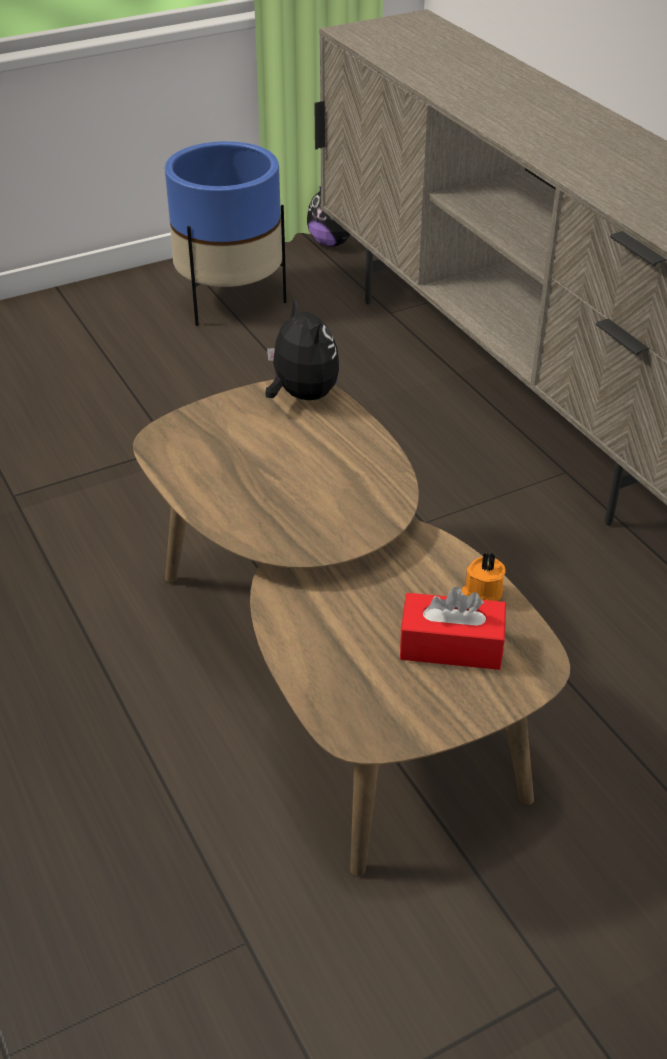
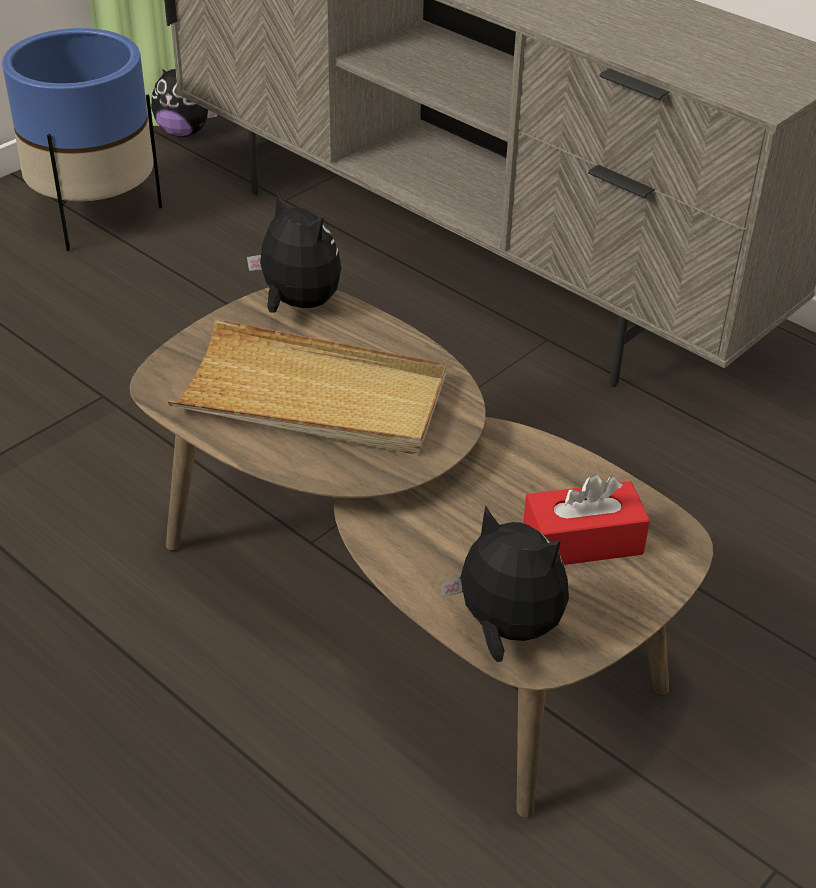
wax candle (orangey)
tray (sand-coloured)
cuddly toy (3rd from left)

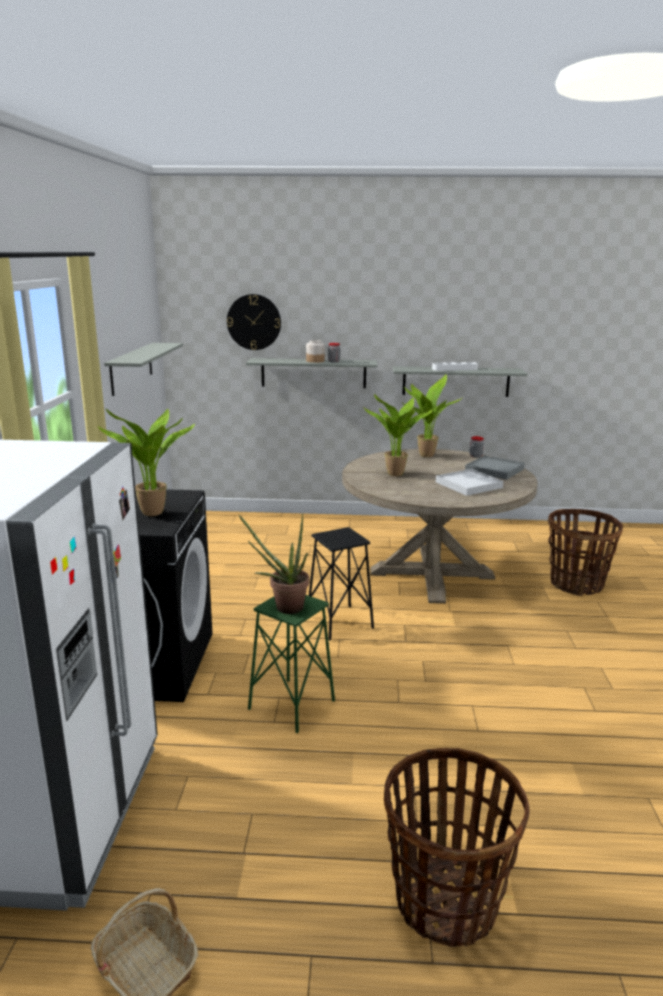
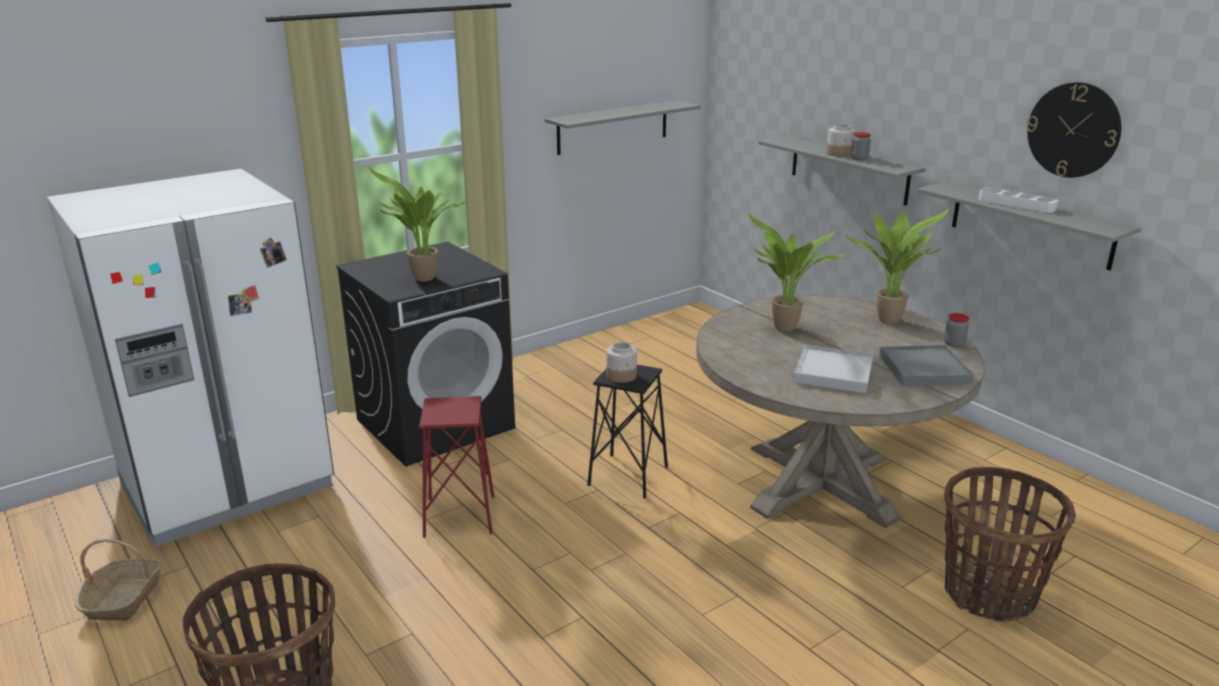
wall clock
plant in a pot (2nd from left in the first image)
stool (red-coloured)
jar (1st from left)

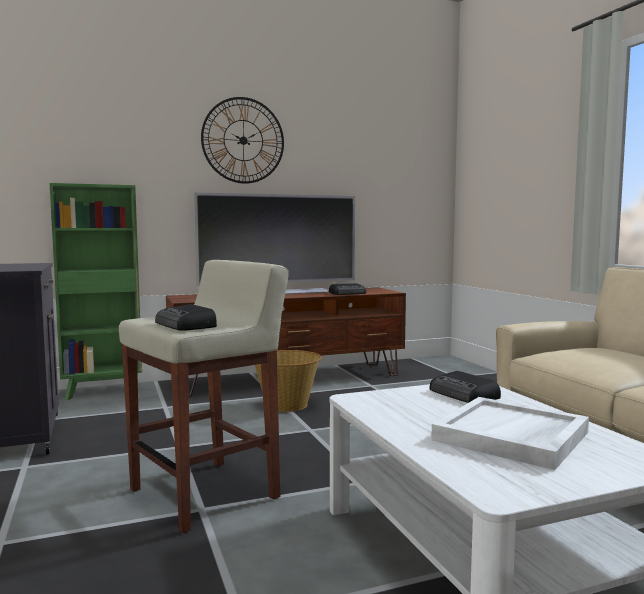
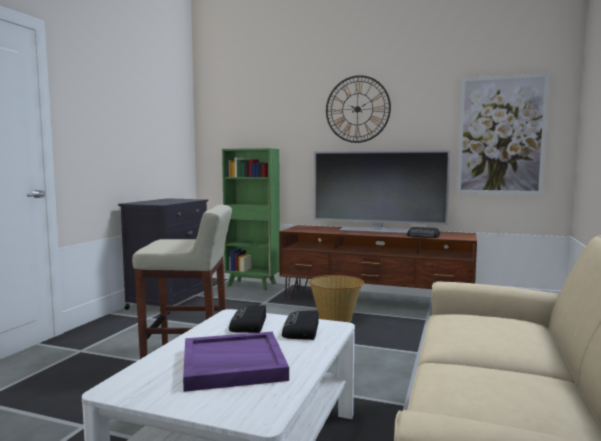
radio set (1st from left)
tray (purple-coloured)
picture

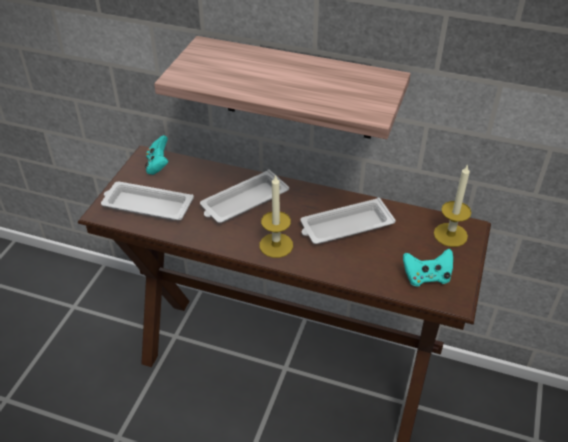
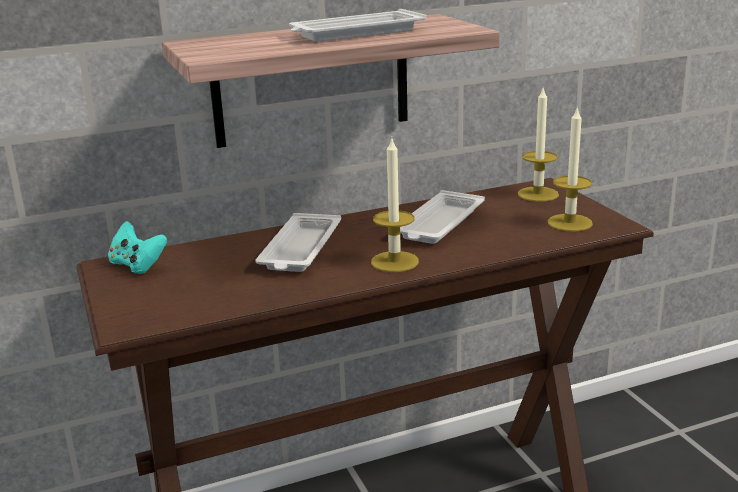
tray (whitish) (2nd from left)
wax candle (3rd from left)

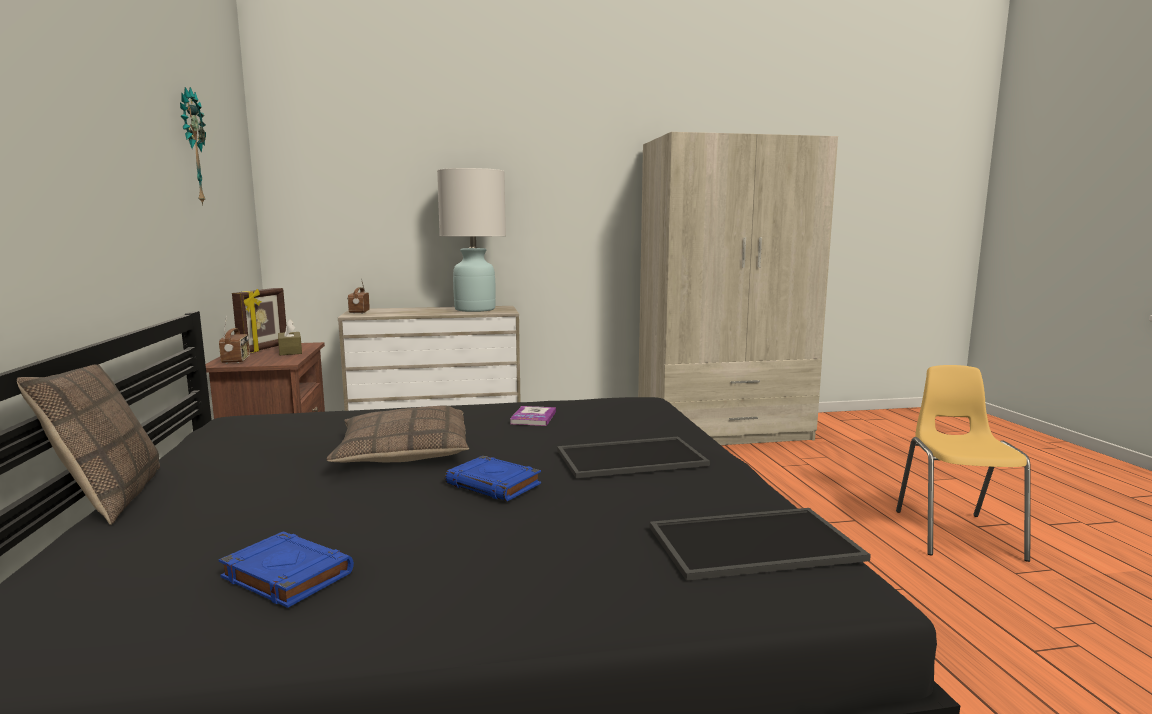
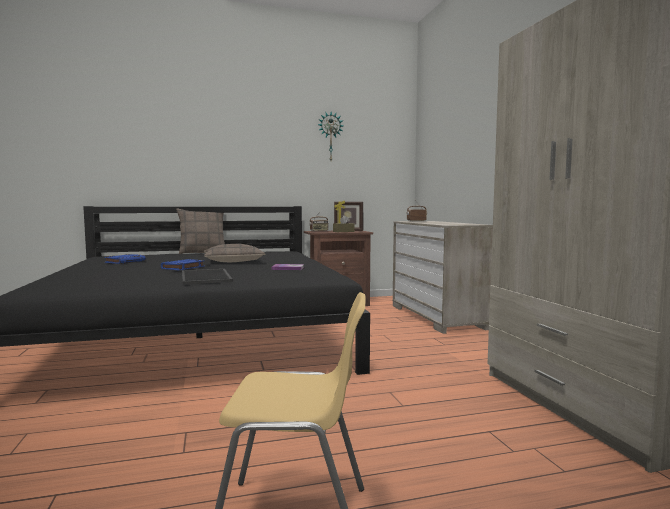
table lamp (whitish)
tray (2nd from left in the first image)

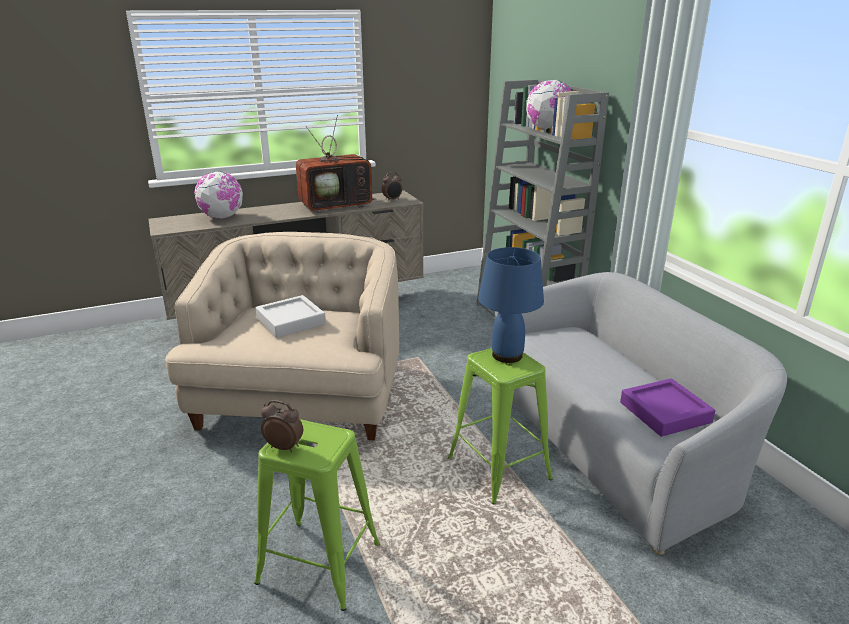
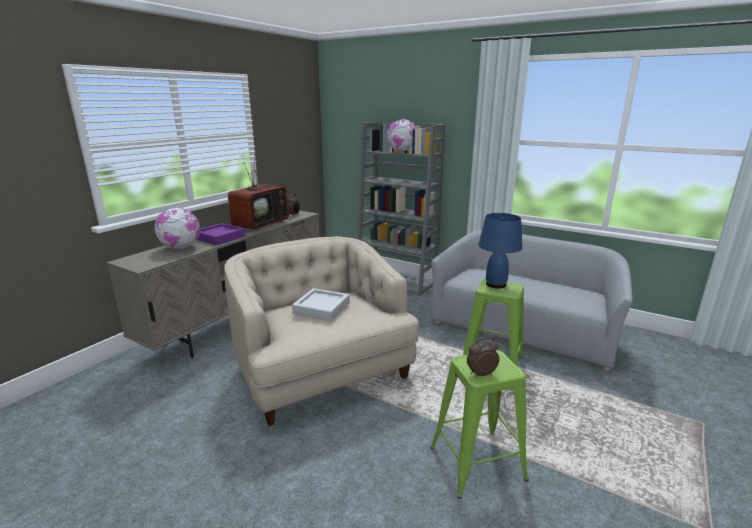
tray (purple-coloured)

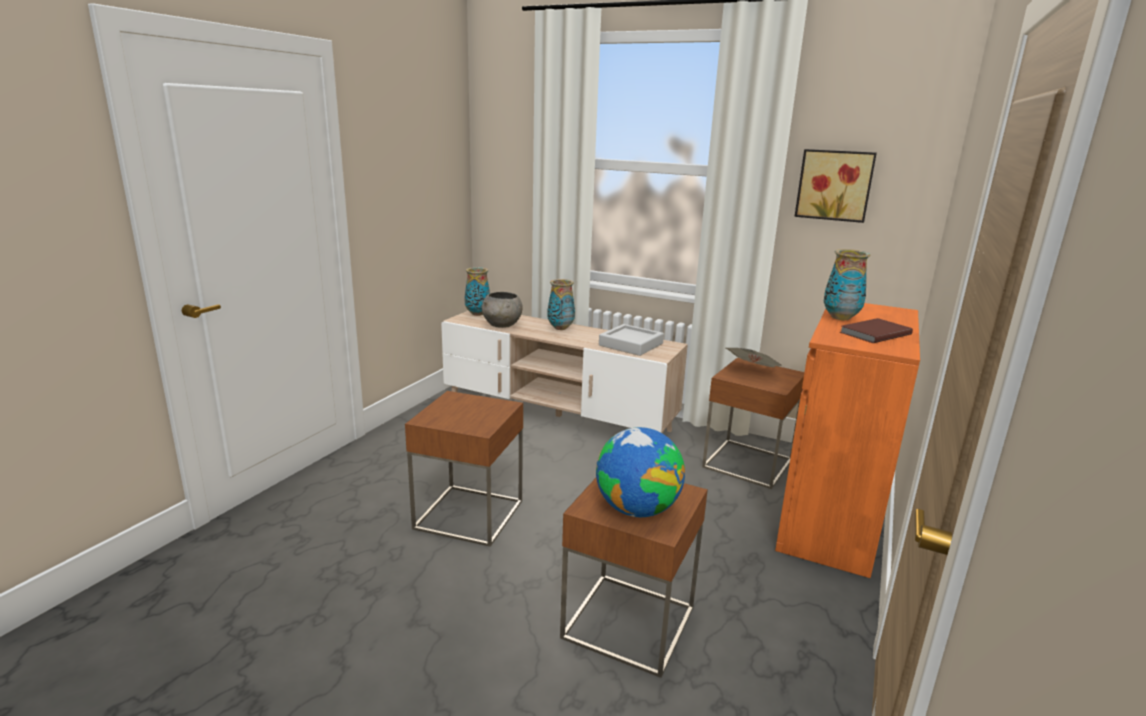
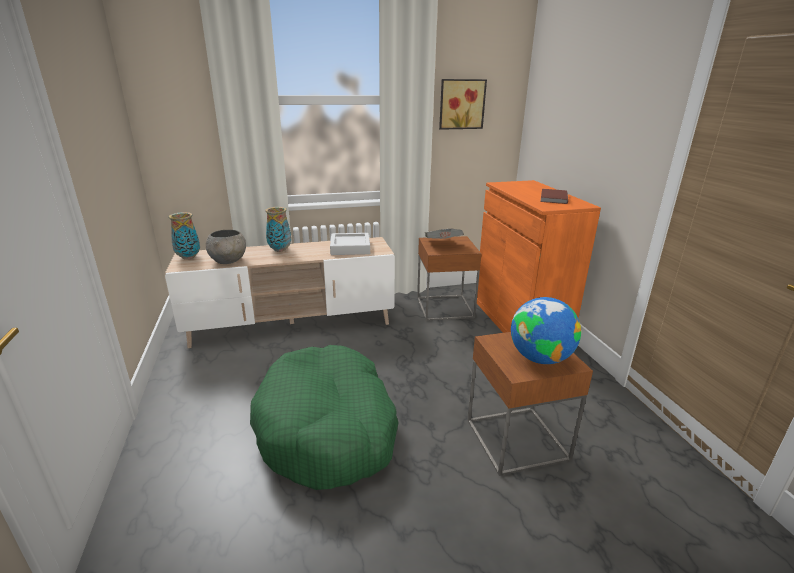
pet bed (greenish)
flower vase (3rd from left in the first image)

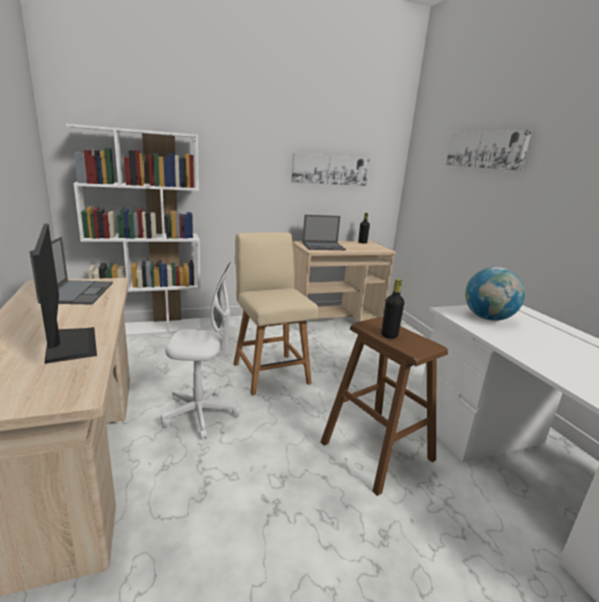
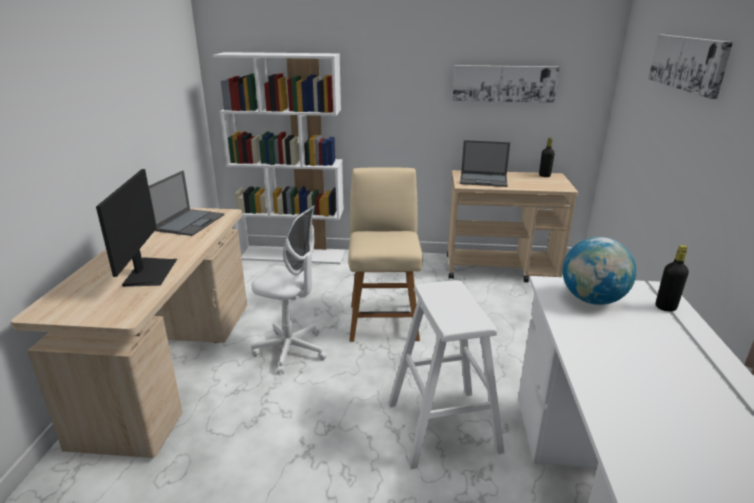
stool (whitish)
bottle (blackish) (2nd from left)

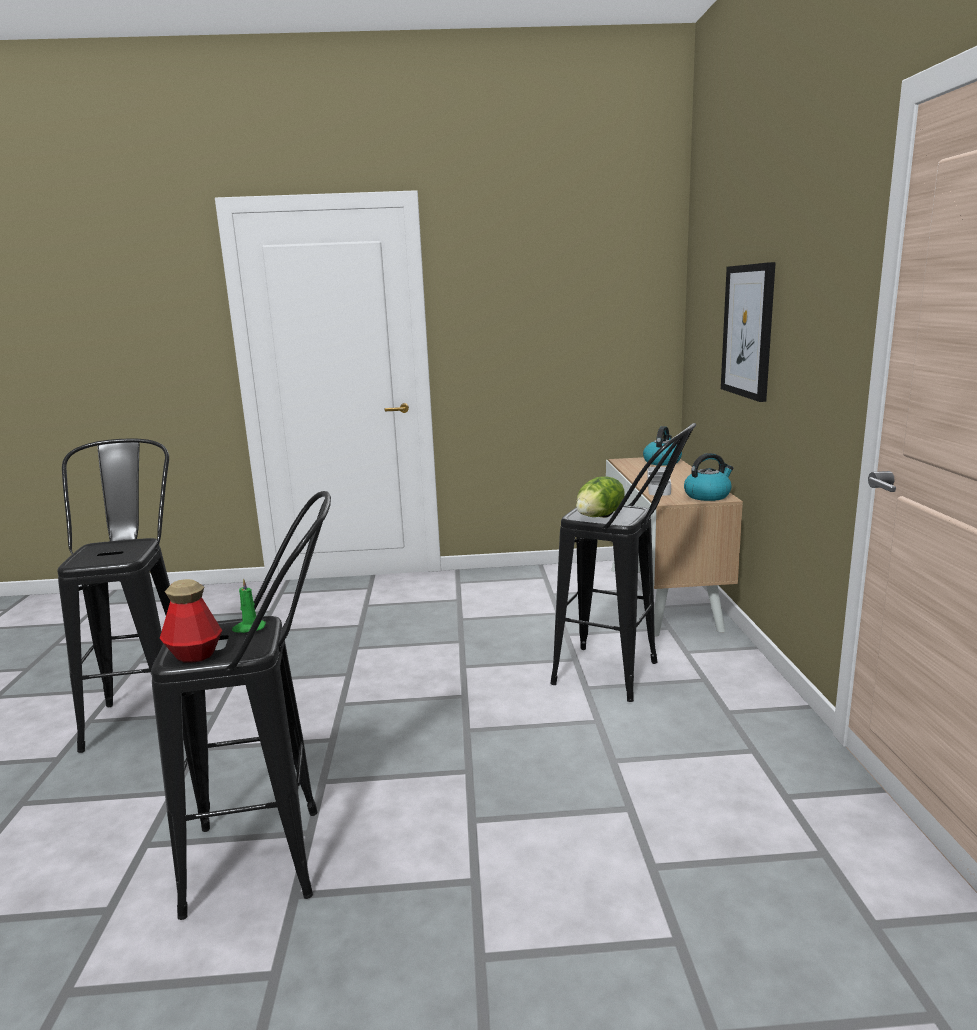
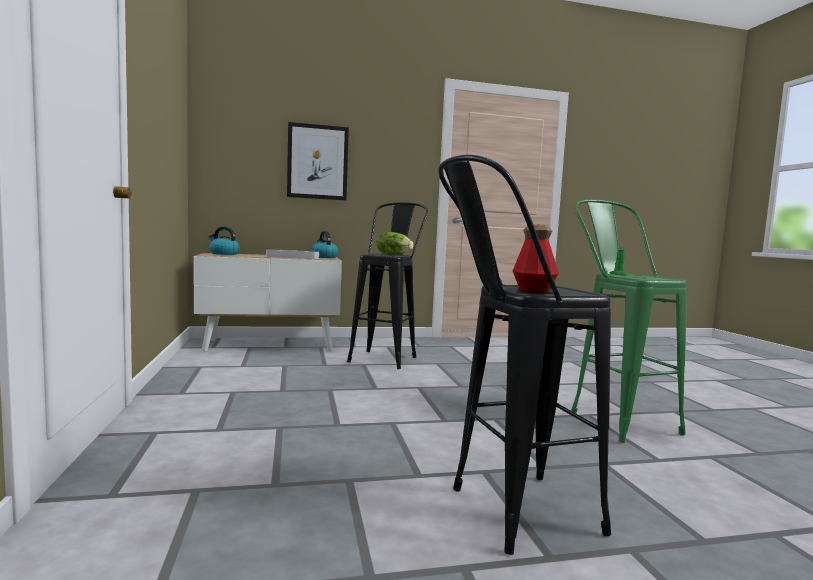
stool (greenish)
bottle

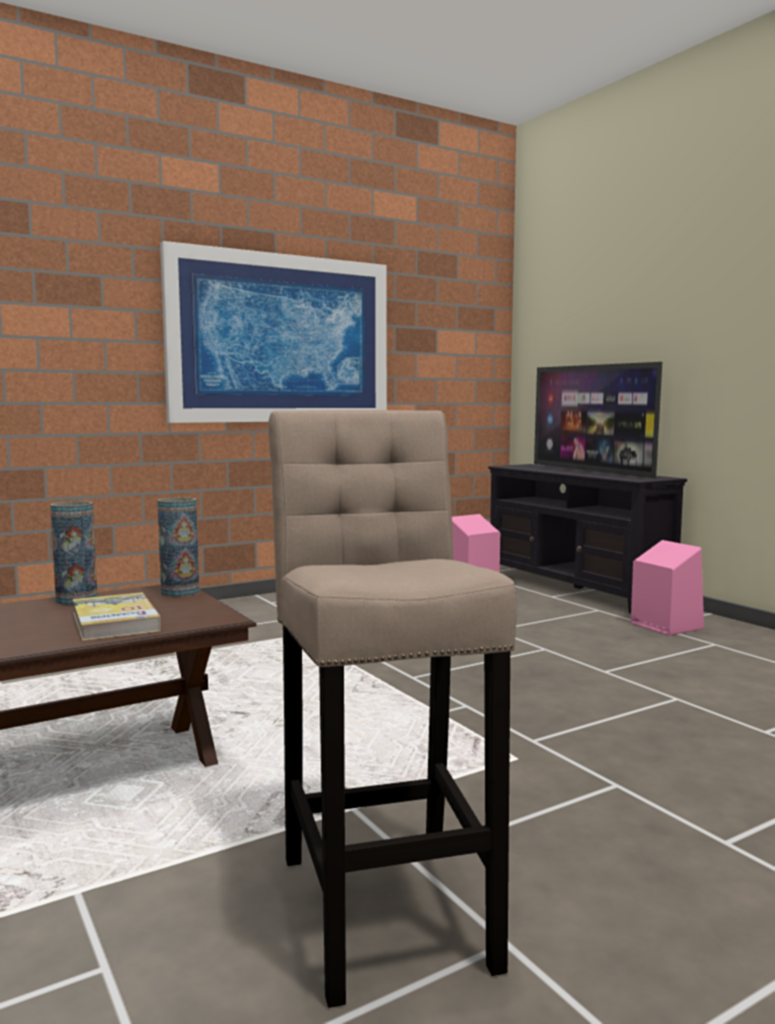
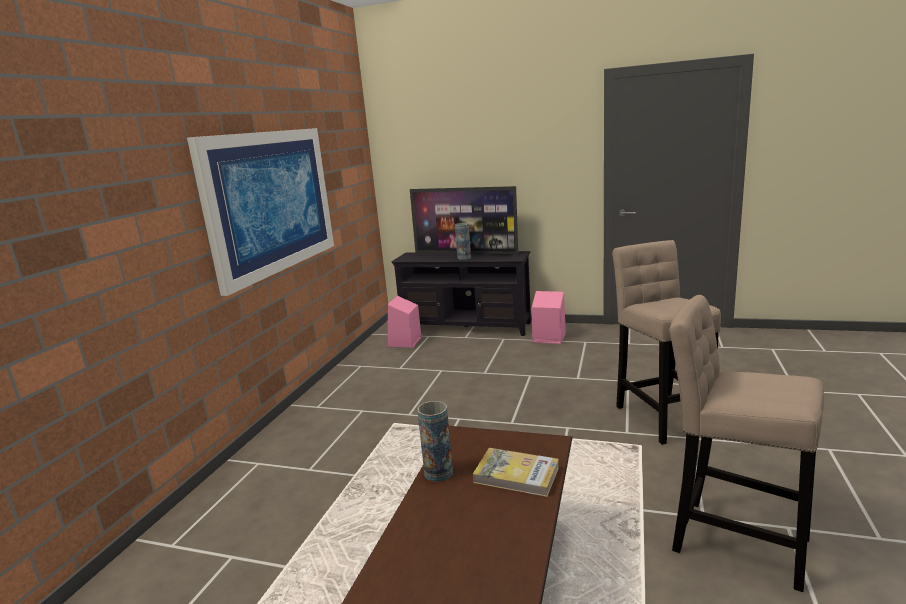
flower vase (2nd from left)
stool (sand-coloured) (1st from left)

